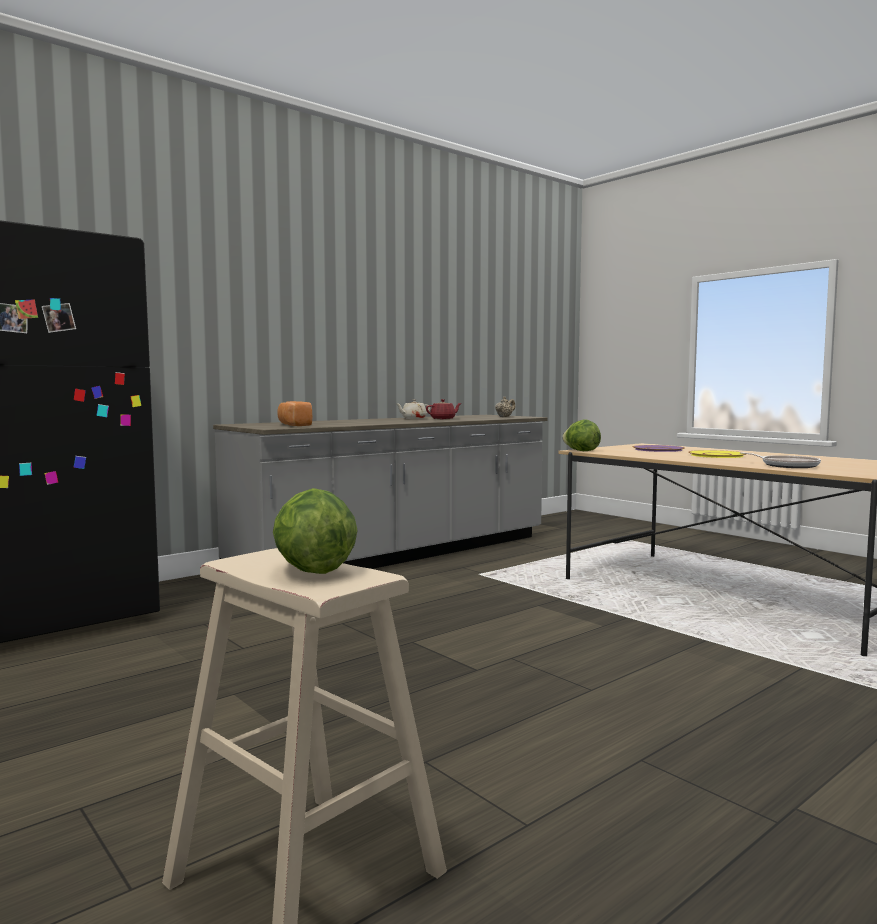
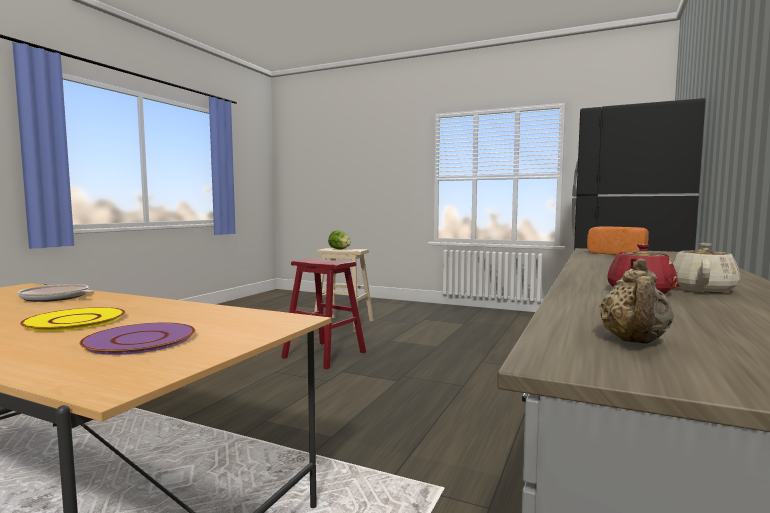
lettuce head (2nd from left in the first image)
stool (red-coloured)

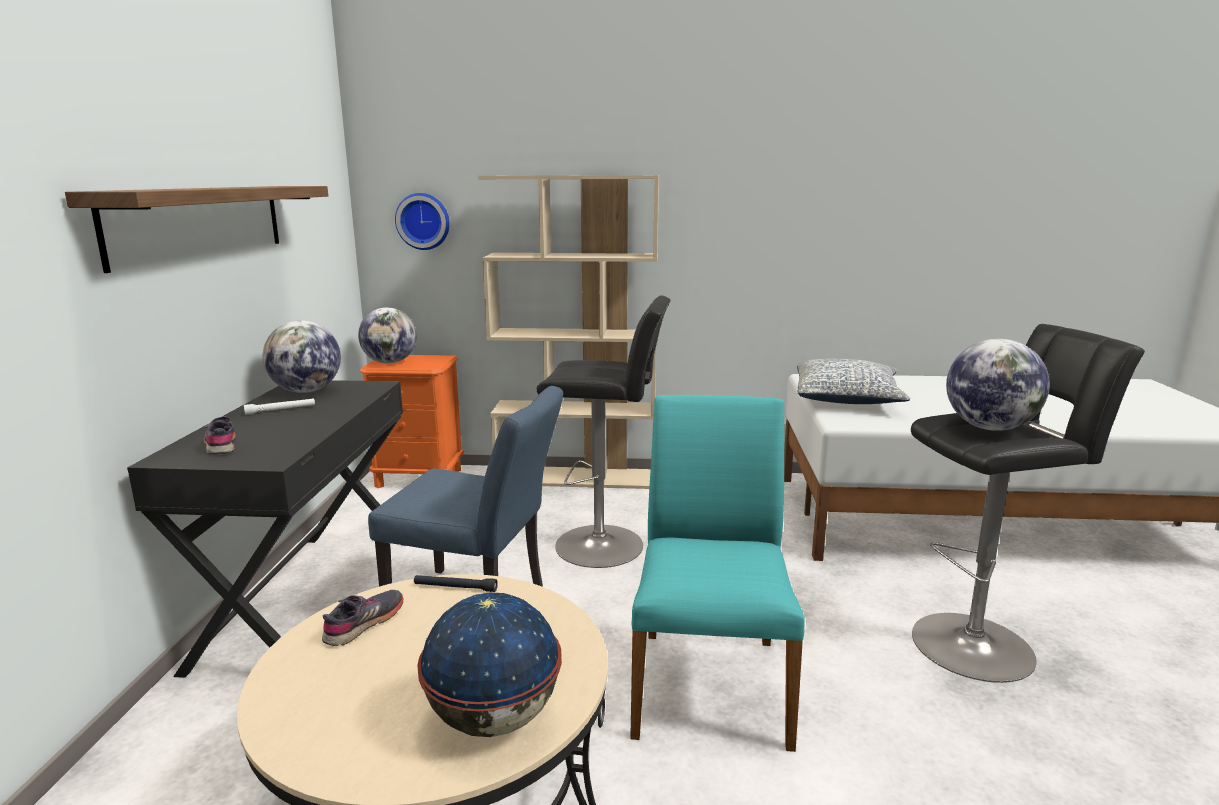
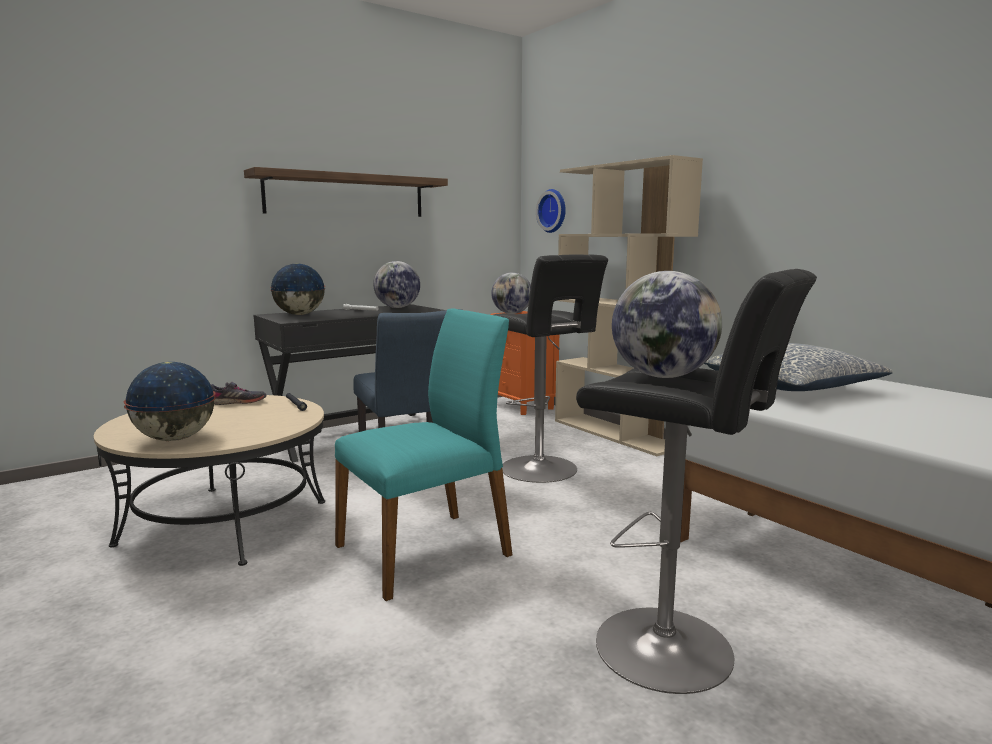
globe (2nd from left)

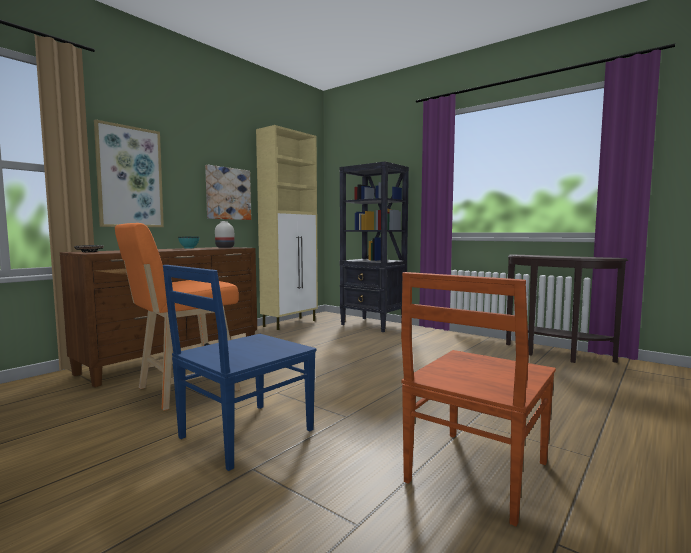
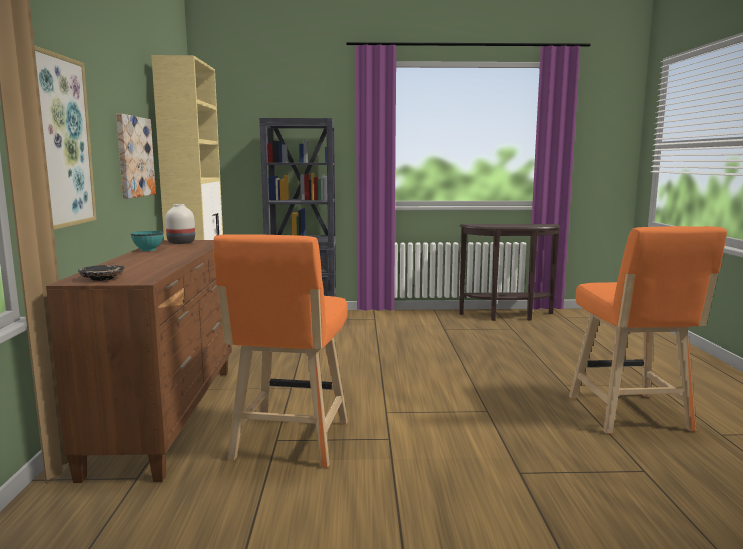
upright chair (blue)
stool (orangey) (2nd from left)

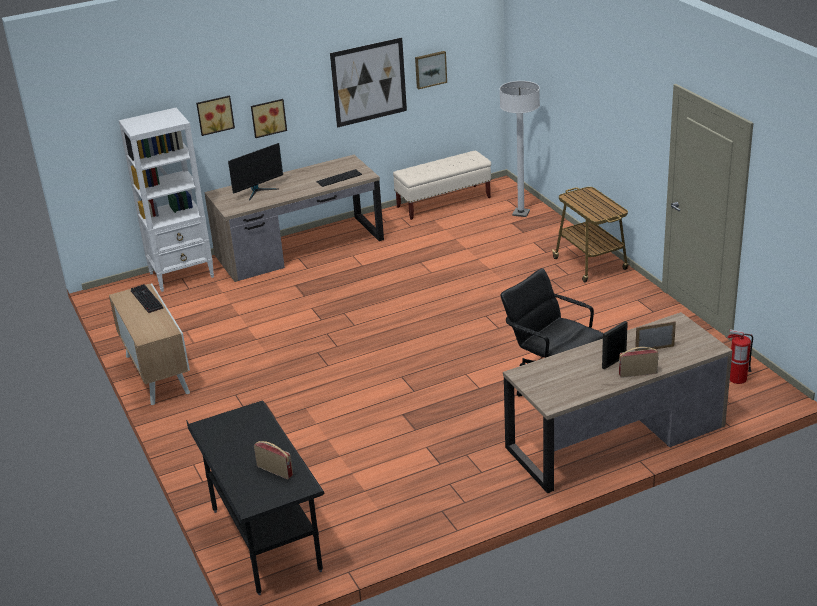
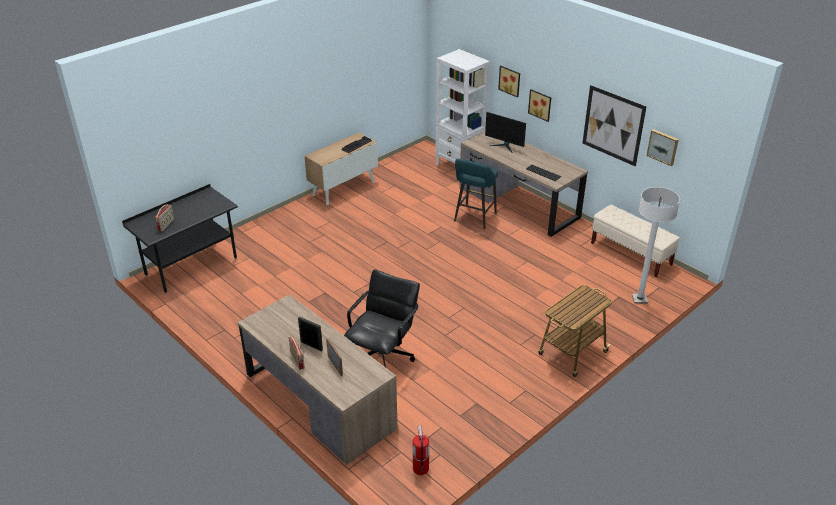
stool (turquoise-coloured)

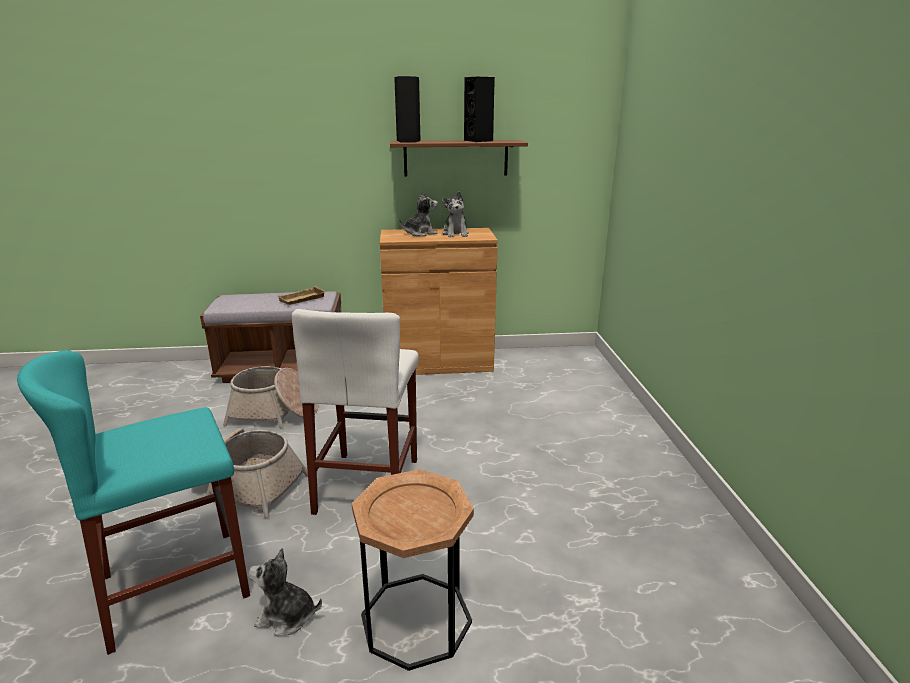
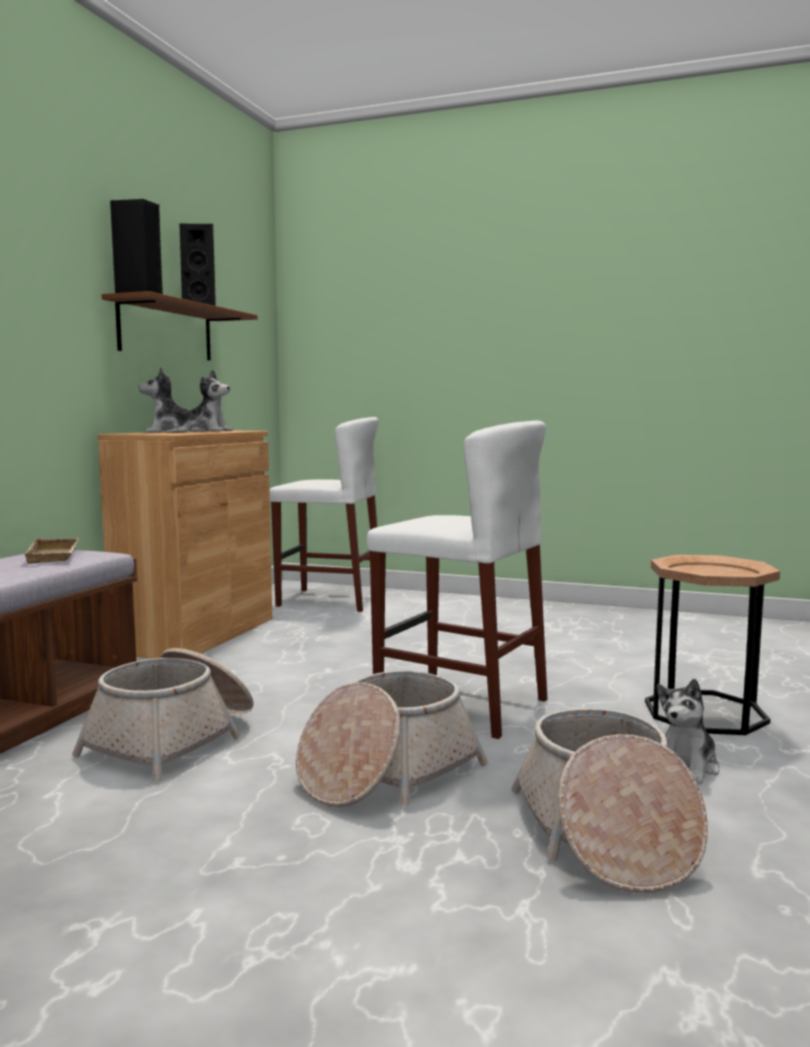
basket (3rd from left)
cuddly toy (1st from left)
stool (whitish) (1st from left)

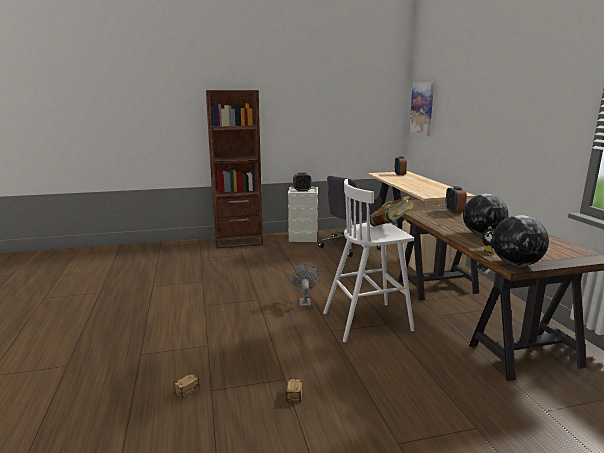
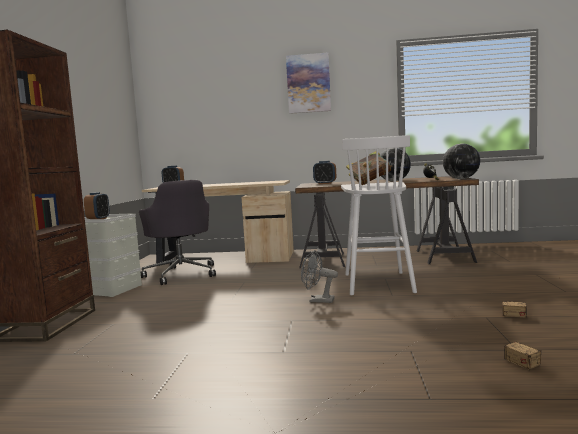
picture

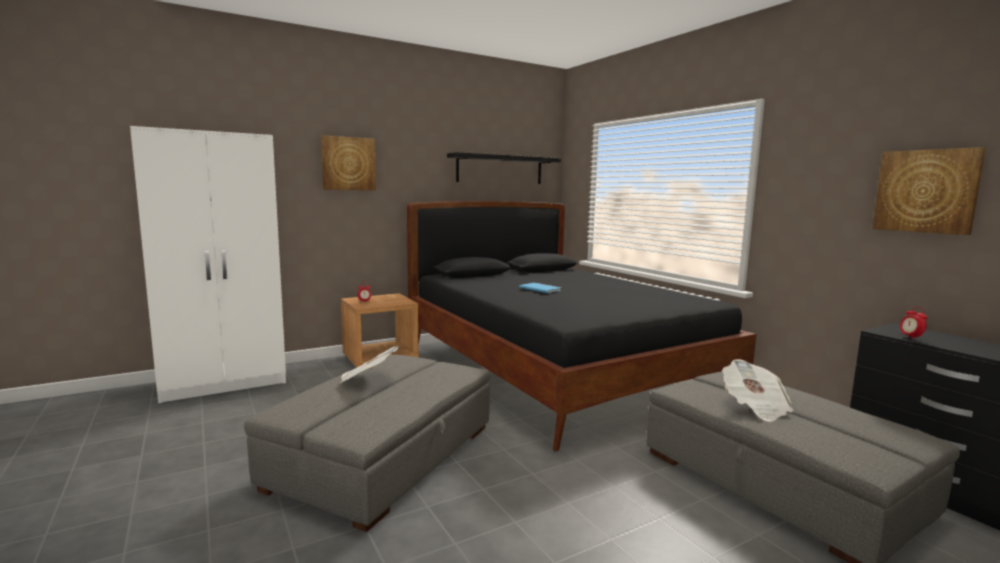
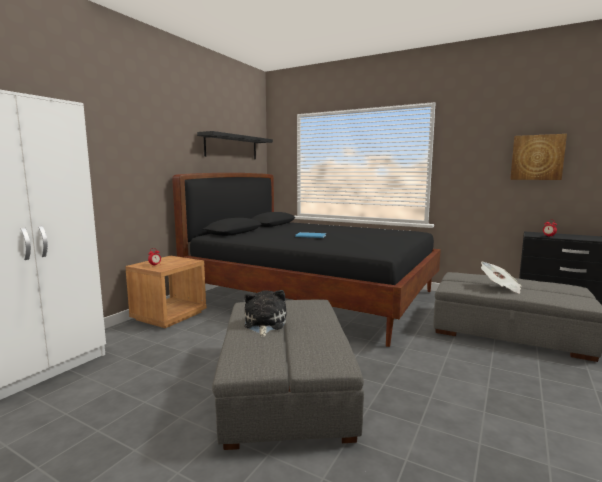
picture (1st from left in the first image)
cuddly toy

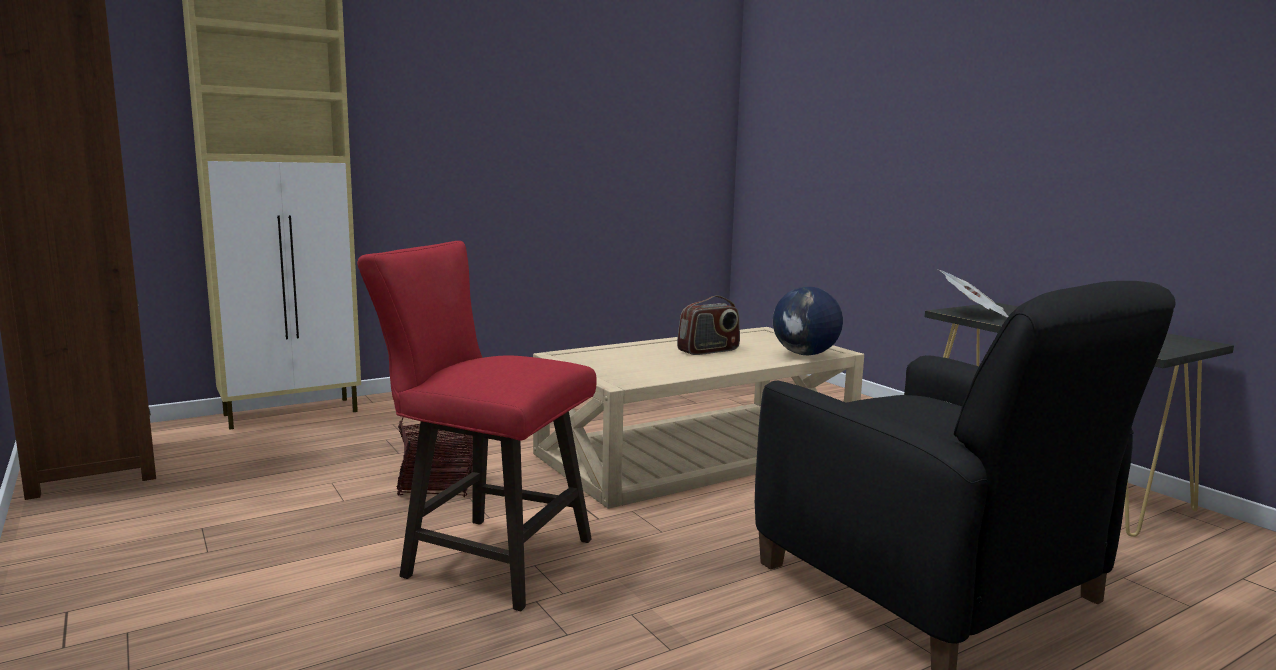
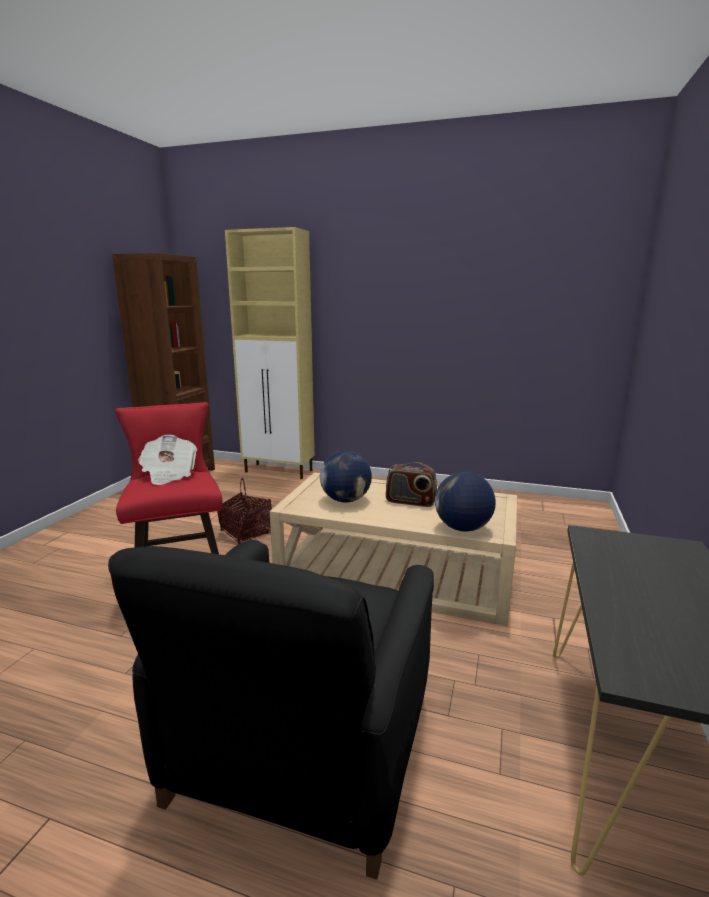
daily paper
globe (1st from left)

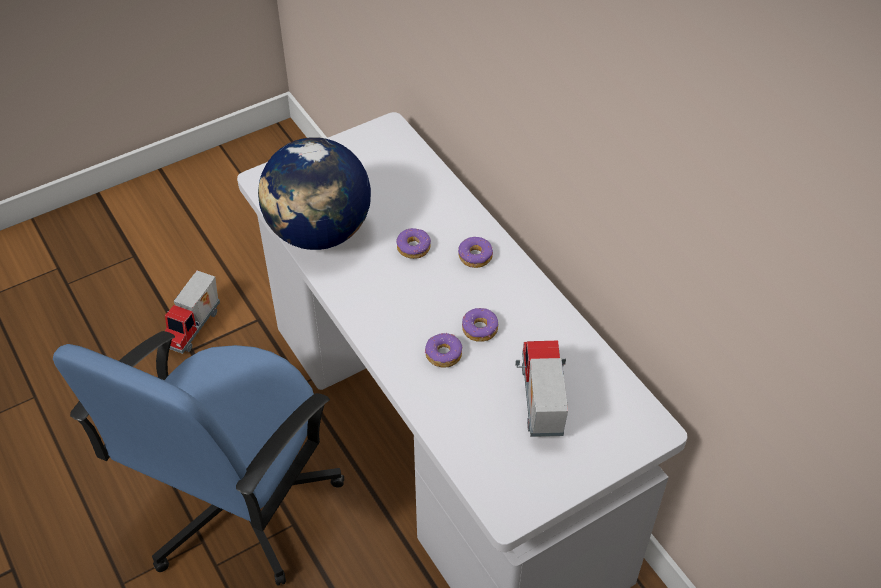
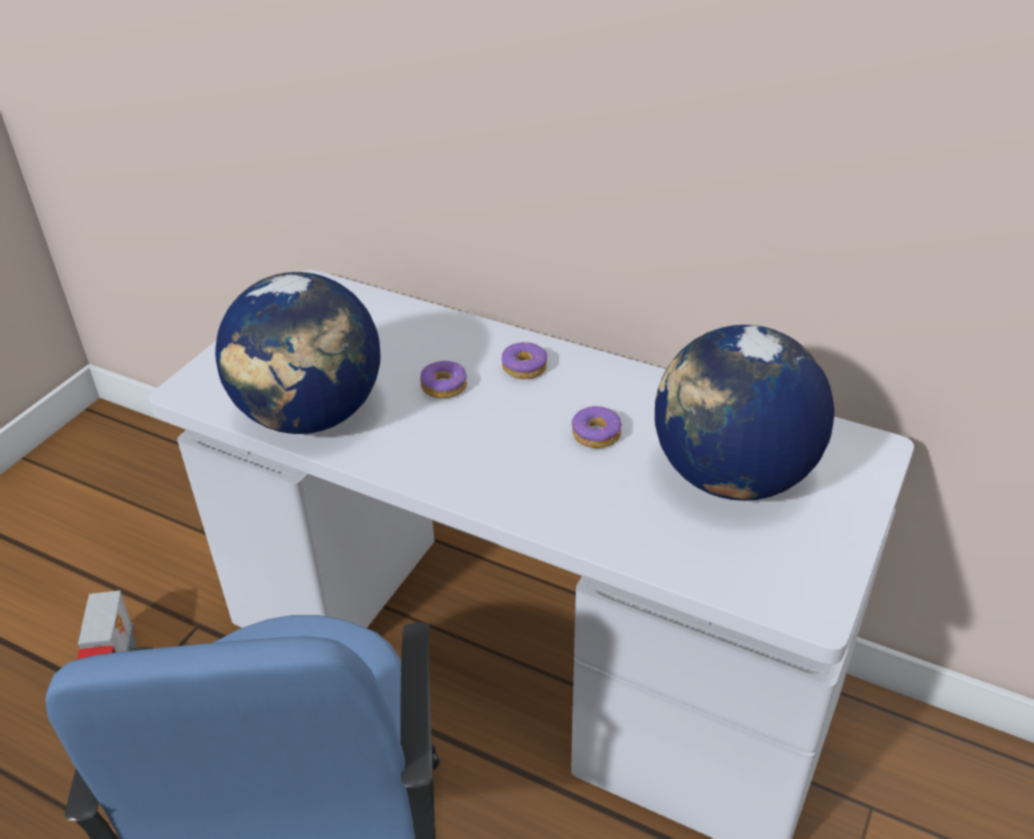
ring doughnut (2nd from left in the first image)
globe (2nd from left)

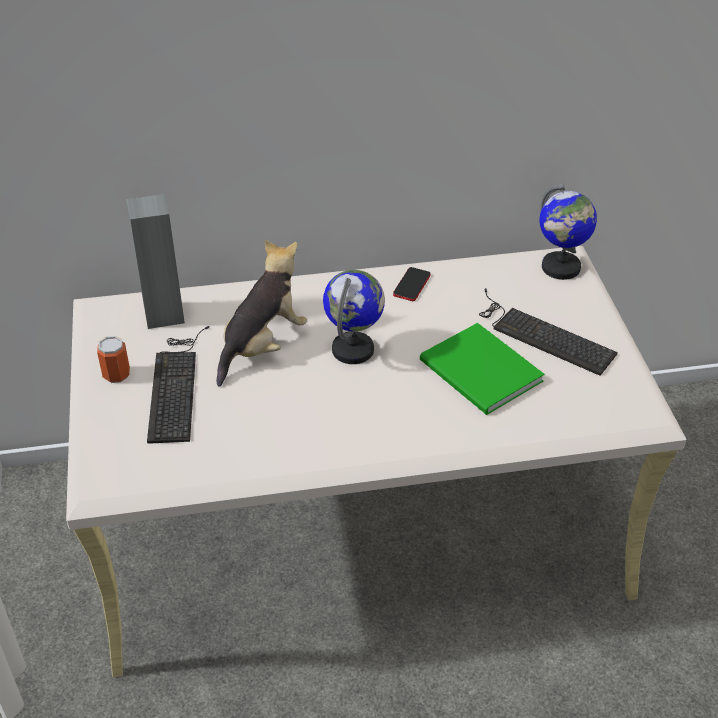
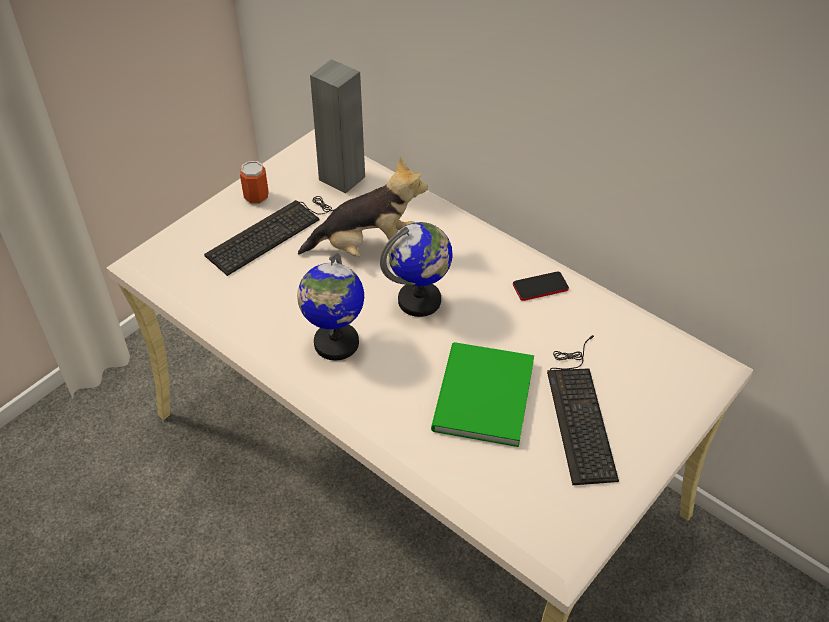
globe (1st from left)

